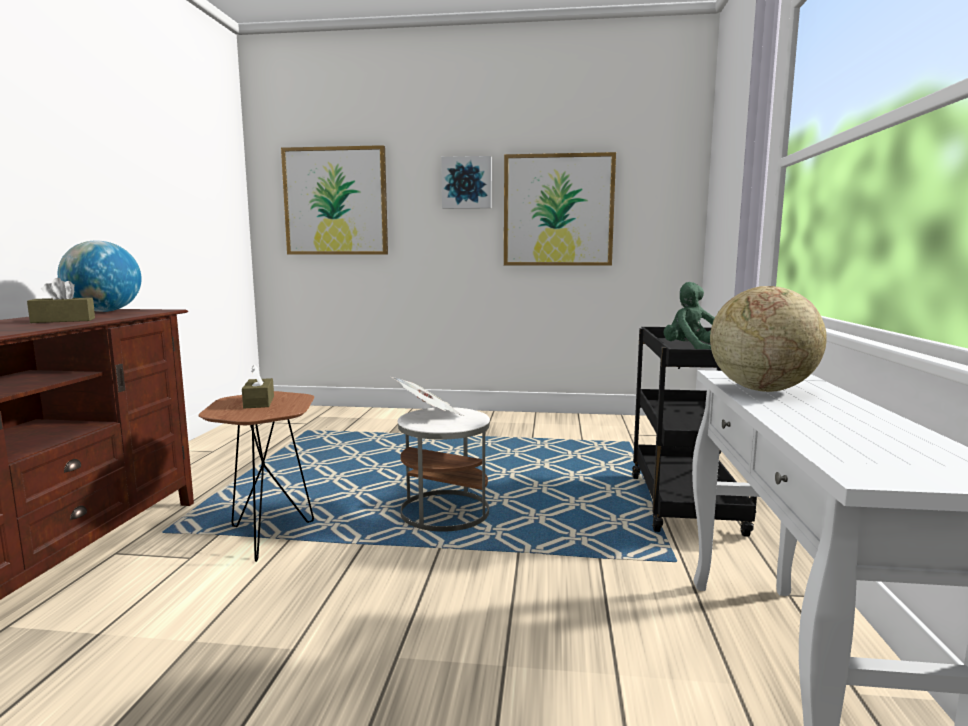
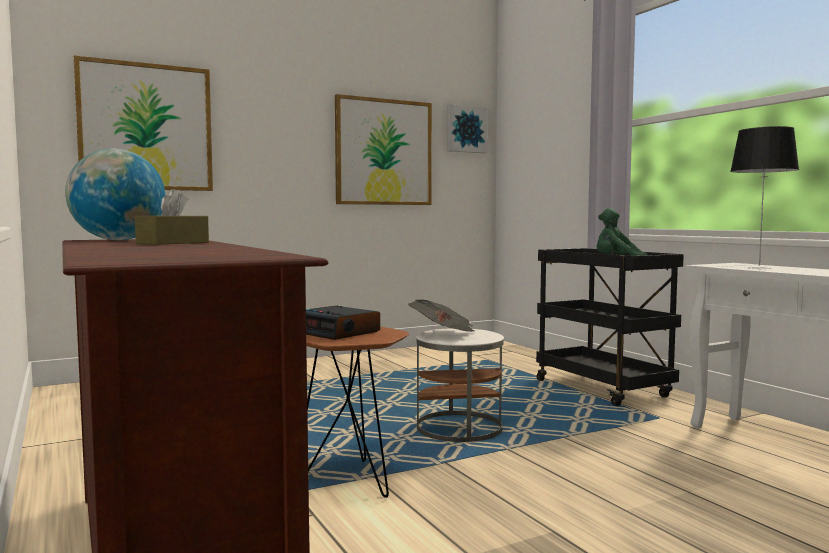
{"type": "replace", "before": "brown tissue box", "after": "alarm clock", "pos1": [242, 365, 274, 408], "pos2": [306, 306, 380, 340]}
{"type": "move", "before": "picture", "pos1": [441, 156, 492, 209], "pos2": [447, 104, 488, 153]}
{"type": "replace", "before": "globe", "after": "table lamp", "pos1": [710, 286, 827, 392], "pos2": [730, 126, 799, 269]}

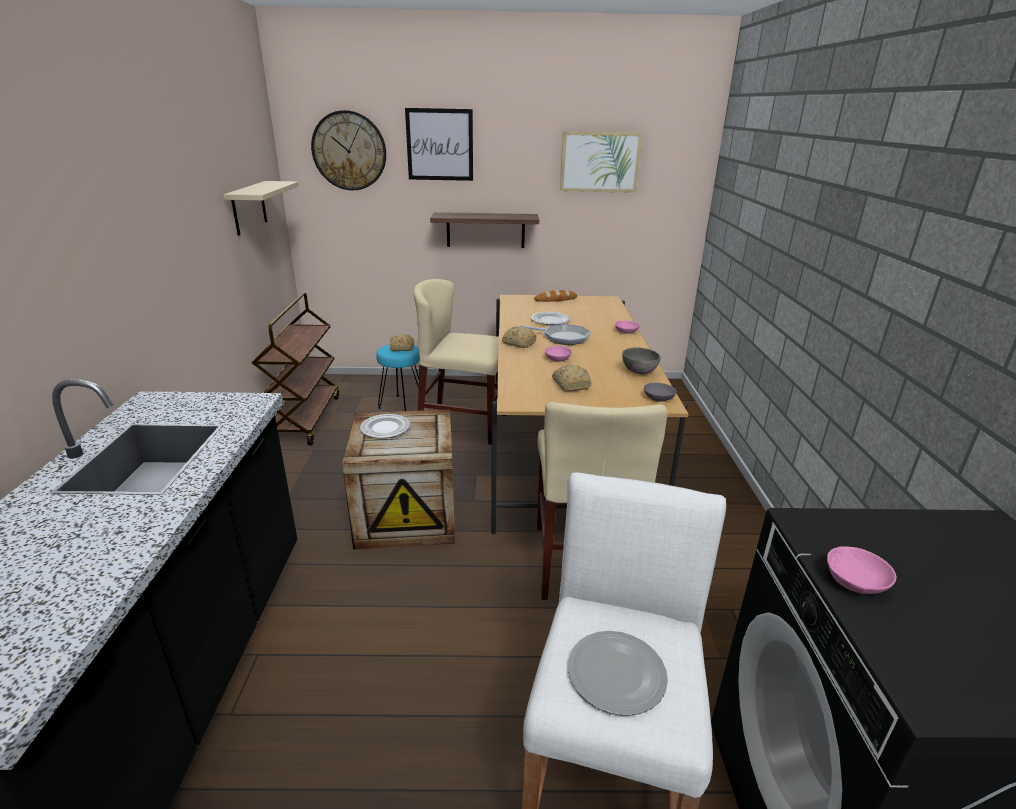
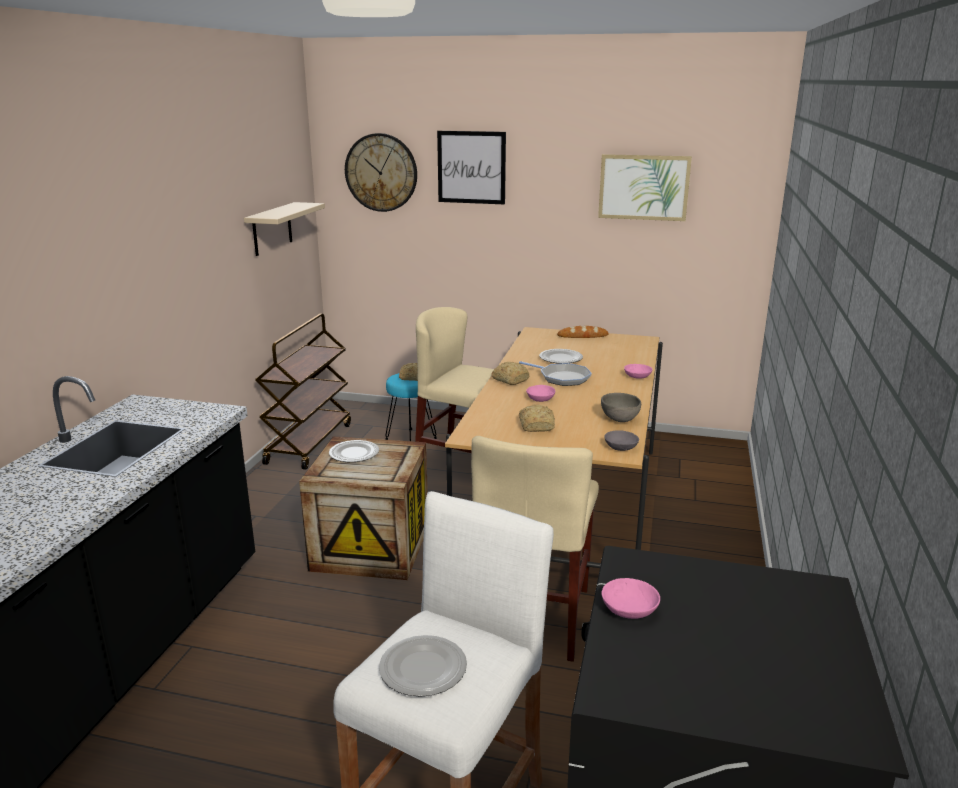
{"type": "delete", "before": "shelf", "pos1": [430, 212, 539, 248]}

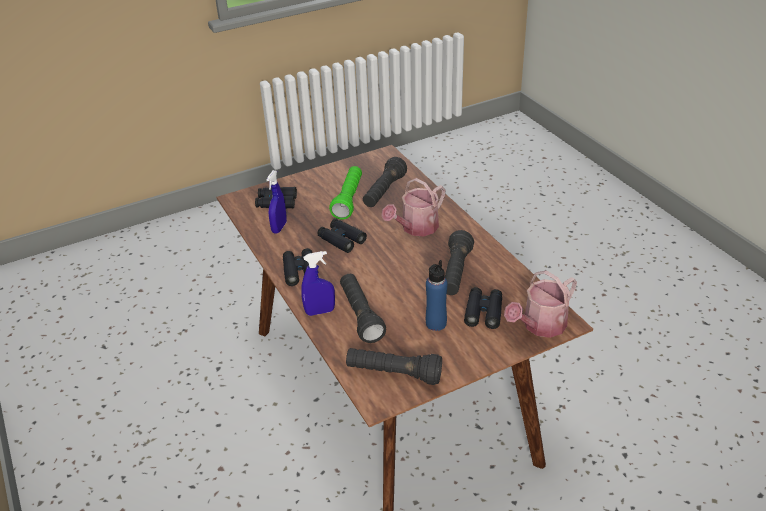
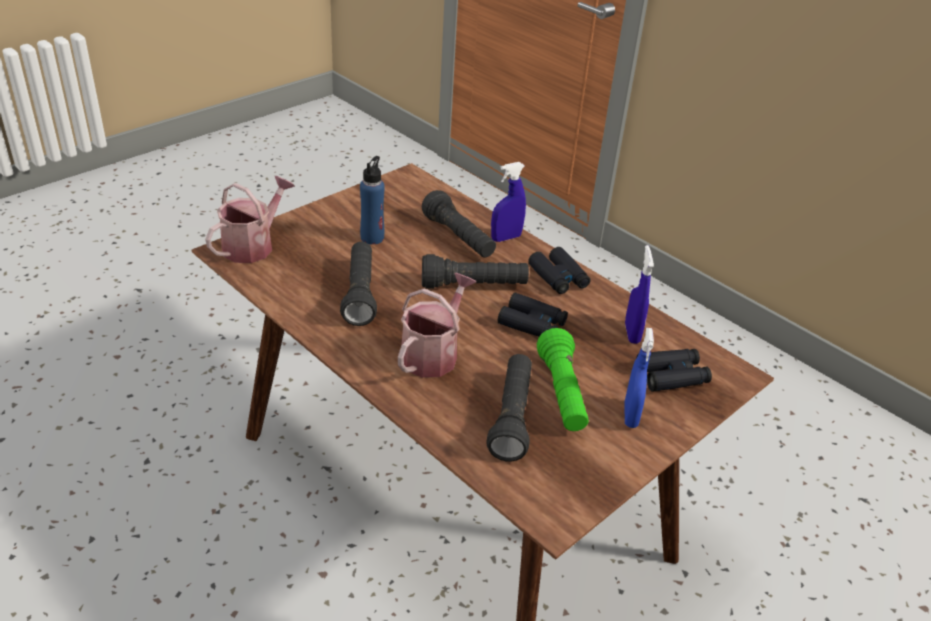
{"type": "move", "before": "black flashlight", "pos1": [346, 348, 442, 385], "pos2": [422, 254, 529, 289]}
{"type": "insert", "after": "blue spray bottle", "pos2": [624, 328, 654, 428]}
{"type": "delete", "before": "black binoculars", "pos1": [464, 287, 502, 329]}

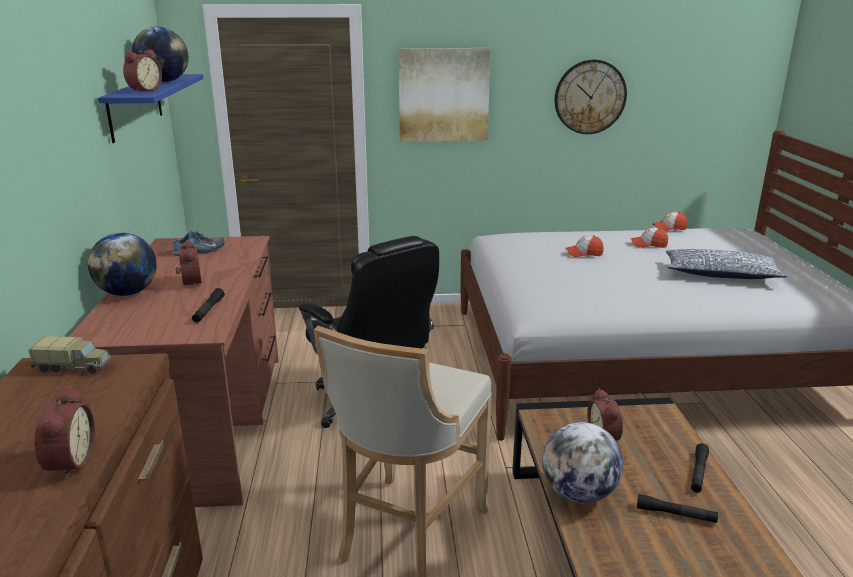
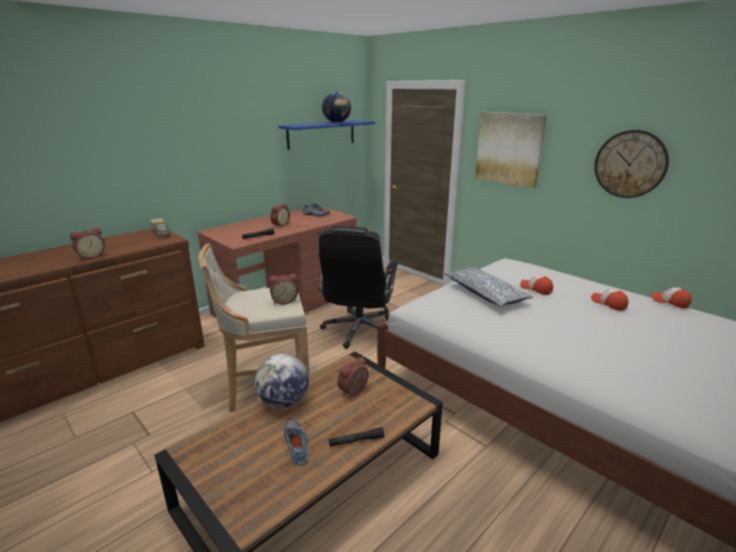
{"type": "move", "before": "alarm clock", "pos1": [123, 50, 162, 92], "pos2": [268, 274, 298, 305]}
{"type": "replace", "before": "black flashlight", "after": "shoe", "pos1": [637, 494, 718, 523], "pos2": [284, 420, 308, 465]}
{"type": "move", "before": "pillow", "pos1": [666, 249, 787, 279], "pos2": [444, 267, 533, 307]}
{"type": "delete", "before": "globe", "pos1": [88, 233, 157, 296]}

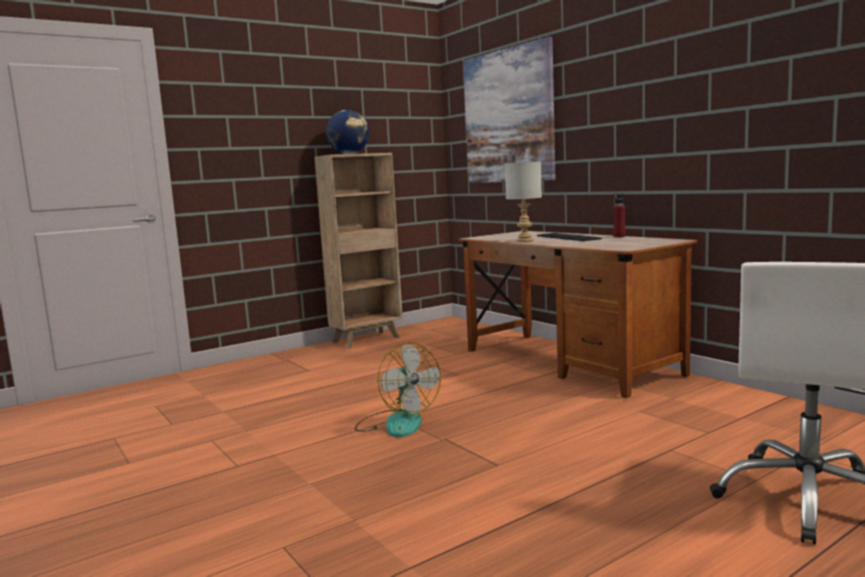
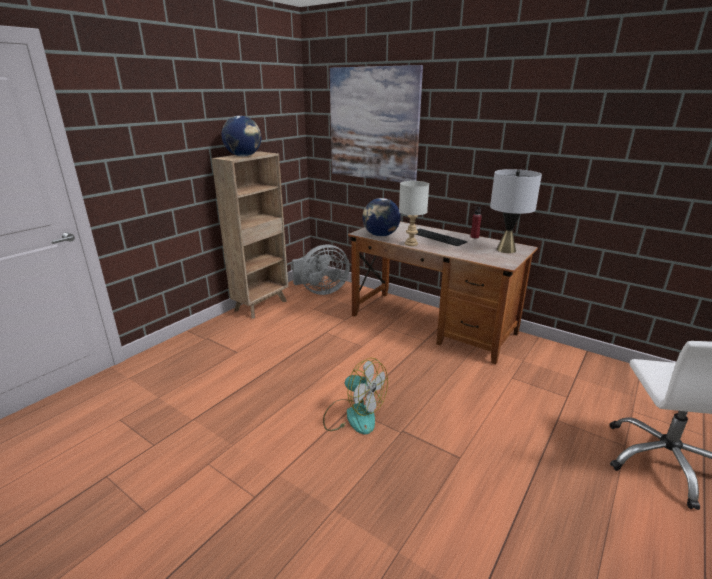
{"type": "insert", "after": "grey fan", "pos2": [292, 244, 350, 295]}
{"type": "insert", "after": "globe", "pos2": [363, 198, 401, 237]}
{"type": "insert", "after": "grey table lamp", "pos2": [490, 169, 542, 253]}

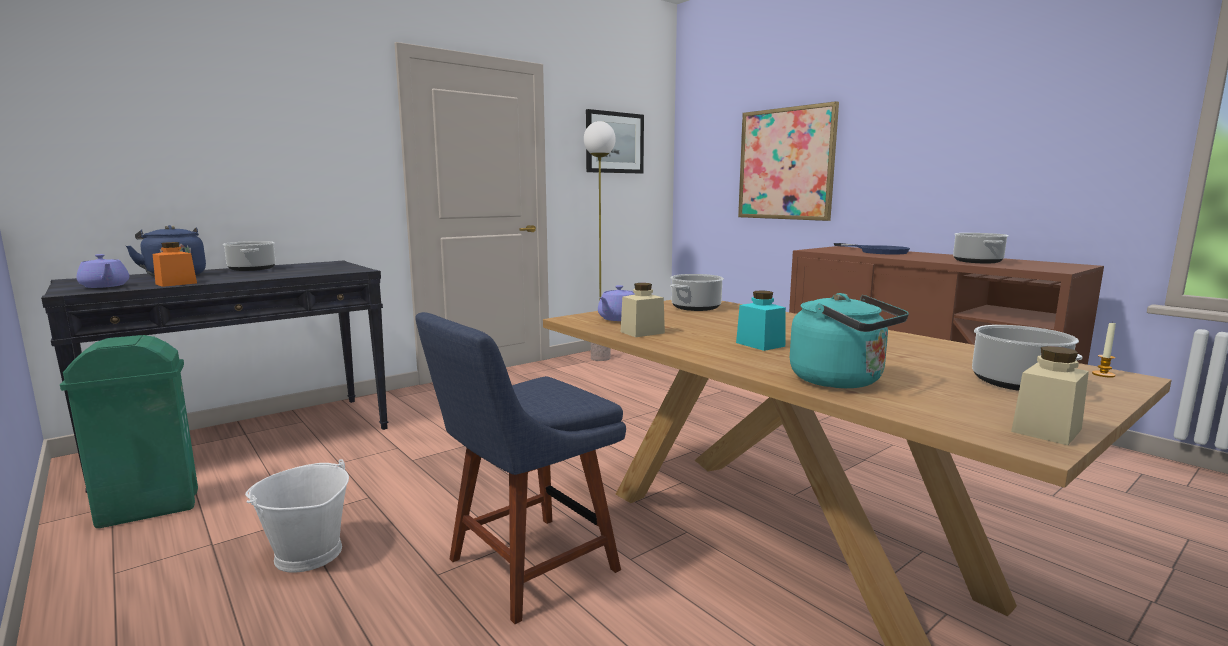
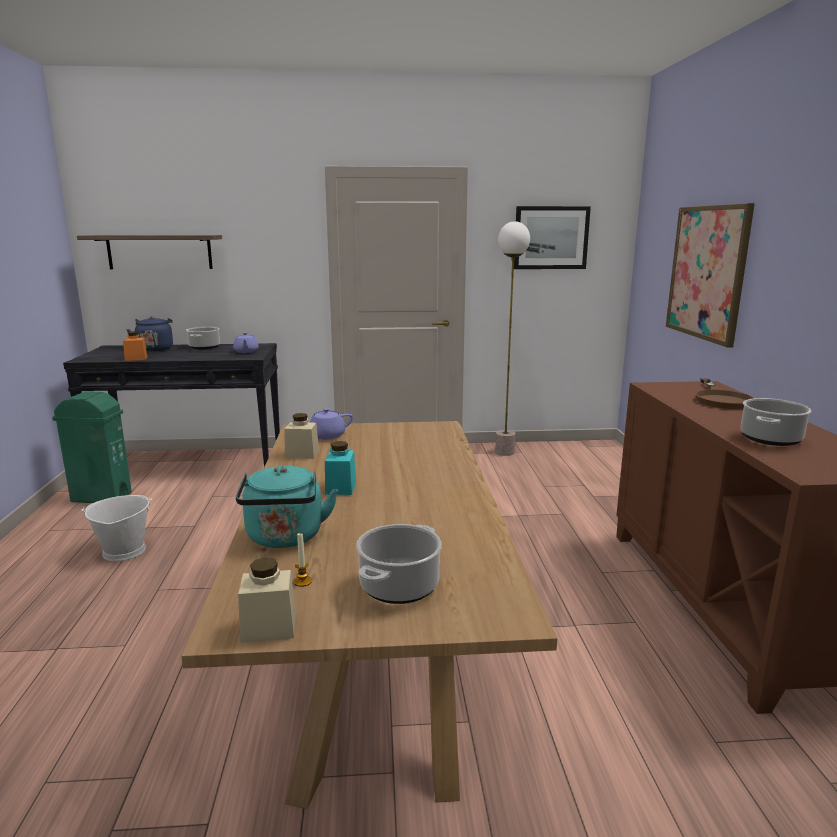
{"type": "insert", "after": "shelf", "pos2": [77, 235, 222, 269]}
{"type": "move", "before": "purple teapot", "pos1": [77, 254, 129, 288], "pos2": [233, 332, 259, 353]}
{"type": "move", "before": "candle", "pos1": [1092, 321, 1116, 378], "pos2": [293, 533, 312, 587]}
{"type": "recolor", "before": "blue frying pan", "after": "brown frying pan", "pos1": [834, 243, 910, 255], "pos2": [695, 378, 754, 409]}
{"type": "delete", "before": "blue chair", "pos1": [415, 312, 626, 624]}
{"type": "delete", "before": "cooking pot", "pos1": [670, 274, 724, 311]}

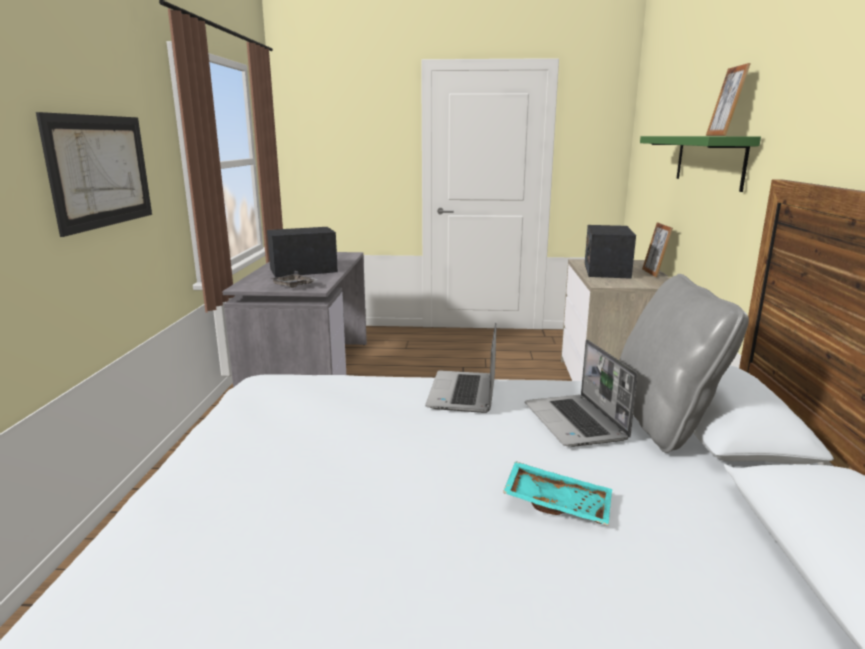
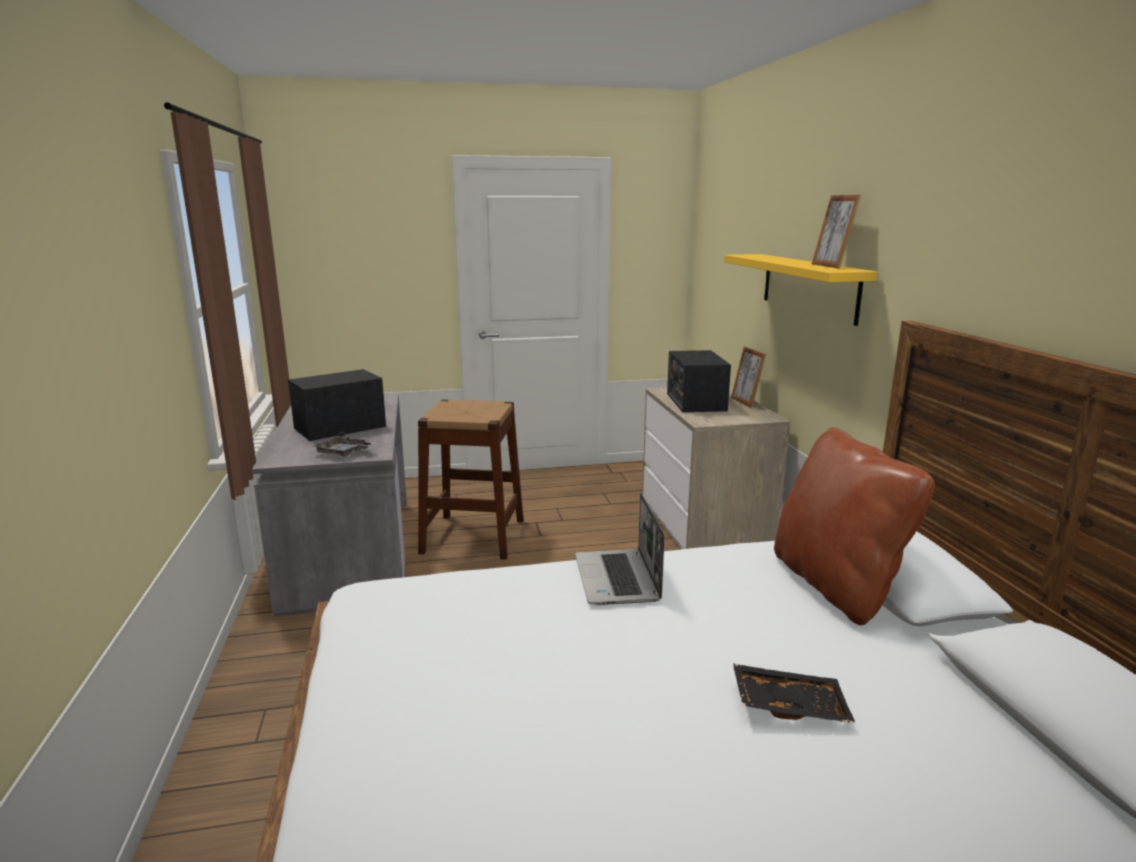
{"type": "insert", "after": "brown stool", "pos2": [418, 399, 524, 560]}
{"type": "recolor", "before": "green shelf", "after": "yellow shelf", "pos1": [640, 136, 761, 192], "pos2": [724, 254, 877, 326]}
{"type": "recolor", "before": "turquoise tray", "after": "black tray", "pos1": [503, 461, 612, 526], "pos2": [733, 664, 856, 724]}
{"type": "recolor", "before": "grey pillow", "after": "brown pillow", "pos1": [619, 274, 749, 453], "pos2": [774, 427, 935, 625]}
{"type": "delete", "before": "picture", "pos1": [36, 112, 152, 237]}
{"type": "delete", "before": "laptop", "pos1": [525, 339, 638, 447]}

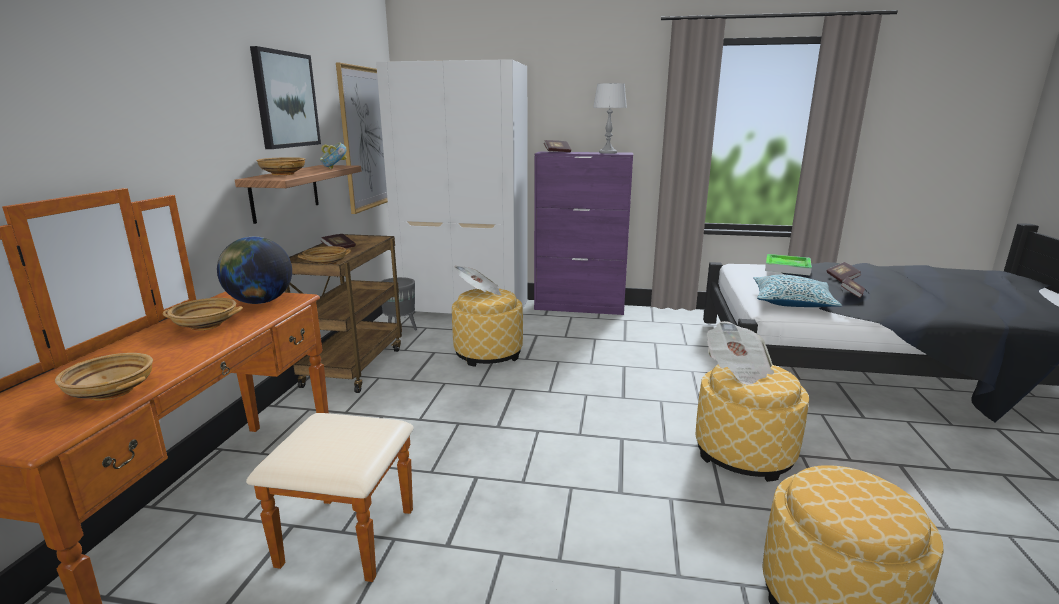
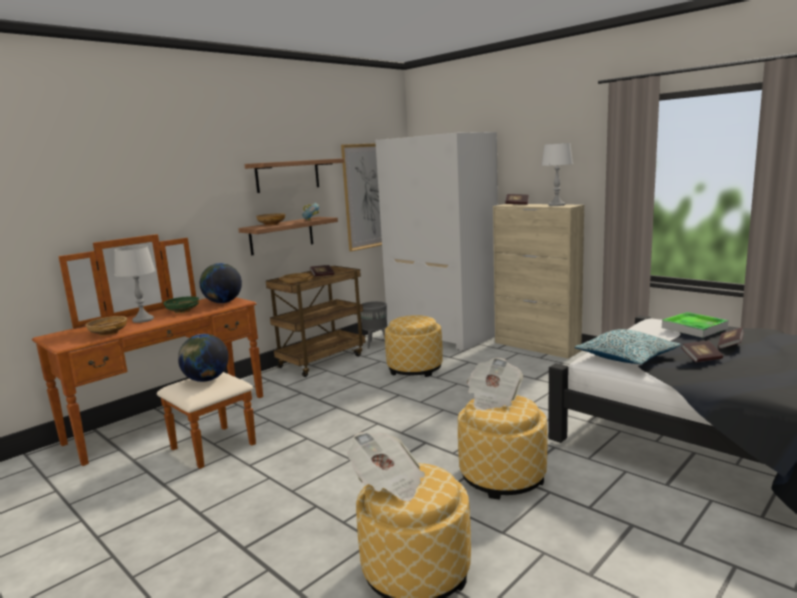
{"type": "insert", "after": "grey table lamp", "pos2": [114, 246, 156, 323]}
{"type": "recolor", "before": "beige bowl", "after": "green bowl", "pos1": [162, 298, 243, 331], "pos2": [163, 296, 199, 313]}
{"type": "insert", "after": "globe", "pos2": [178, 334, 229, 382]}
{"type": "replace", "before": "picture", "after": "shelf", "pos1": [250, 46, 321, 149], "pos2": [245, 158, 344, 193]}
{"type": "move", "before": "newspaper", "pos1": [455, 266, 502, 296], "pos2": [347, 432, 425, 502]}
{"type": "recolor", "before": "purple cabinet", "after": "beige cabinet", "pos1": [534, 152, 633, 315], "pos2": [493, 204, 584, 359]}

